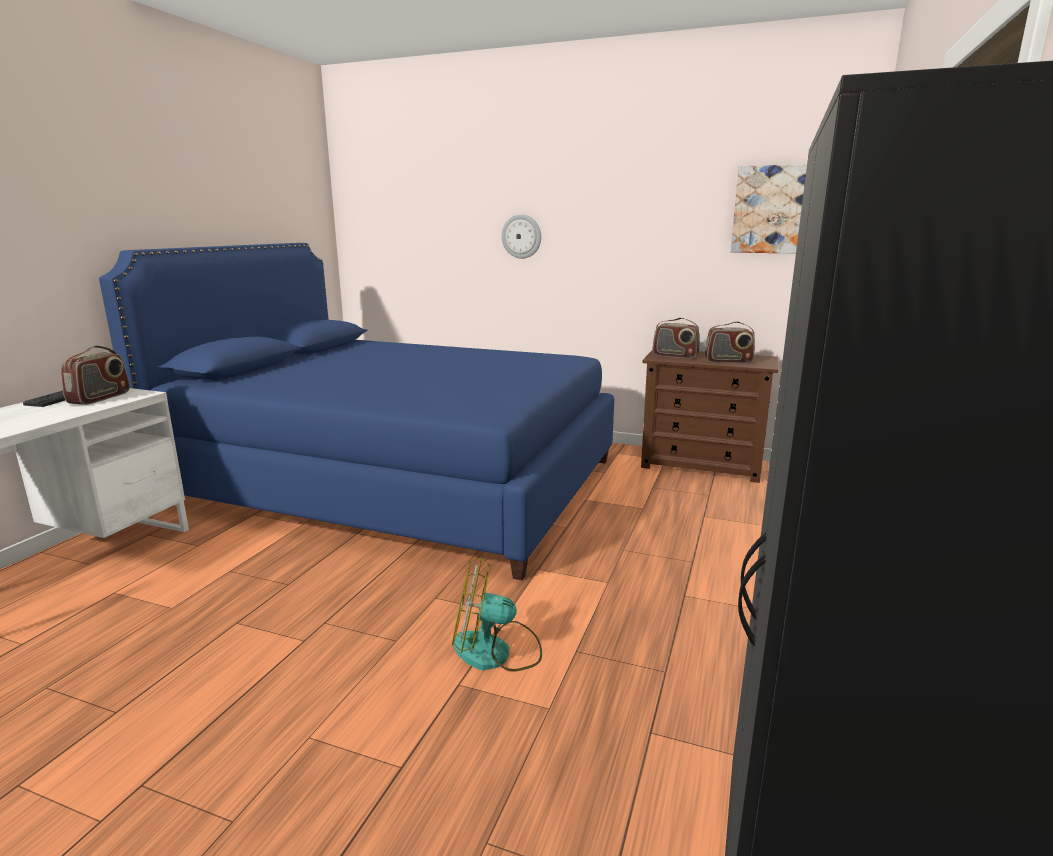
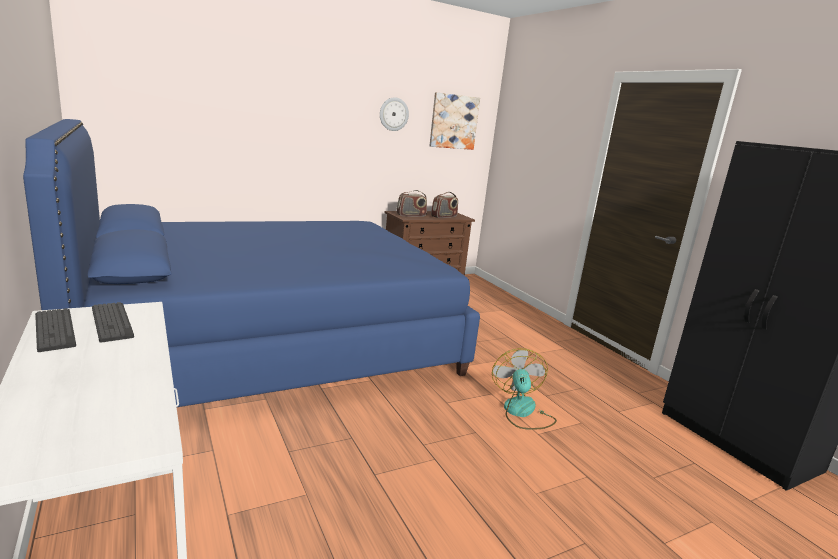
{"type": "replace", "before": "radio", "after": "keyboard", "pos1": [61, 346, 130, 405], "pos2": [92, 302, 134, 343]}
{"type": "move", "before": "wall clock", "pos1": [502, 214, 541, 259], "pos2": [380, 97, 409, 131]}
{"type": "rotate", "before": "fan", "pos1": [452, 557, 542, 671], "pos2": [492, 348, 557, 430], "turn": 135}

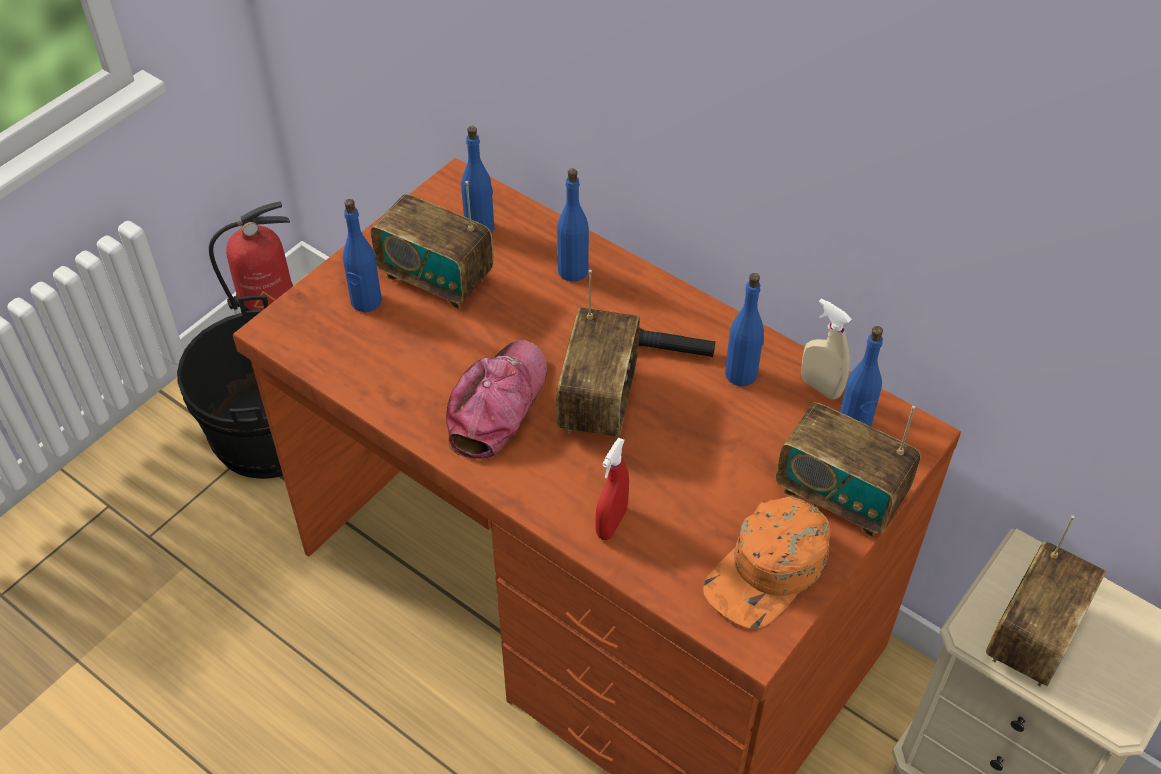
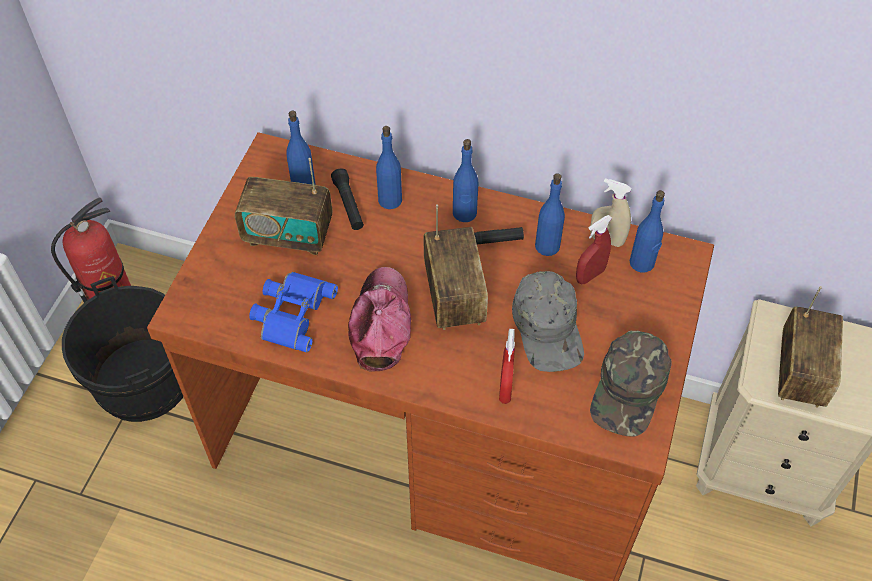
{"type": "insert", "after": "blue binoculars", "pos2": [249, 272, 338, 352]}
{"type": "insert", "after": "black flashlight", "pos2": [331, 168, 364, 230]}
{"type": "move", "before": "blue bottle", "pos1": [343, 199, 382, 312], "pos2": [453, 139, 478, 222]}
{"type": "insert", "after": "grey cap", "pos2": [512, 271, 584, 372]}
{"type": "insert", "after": "red spray bottle", "pos2": [576, 215, 612, 284]}
{"type": "recolor", "before": "orange cap", "after": "green cap", "pos1": [704, 496, 831, 629], "pos2": [590, 331, 672, 437]}
{"type": "delete", "before": "radio", "pos1": [776, 402, 921, 537]}

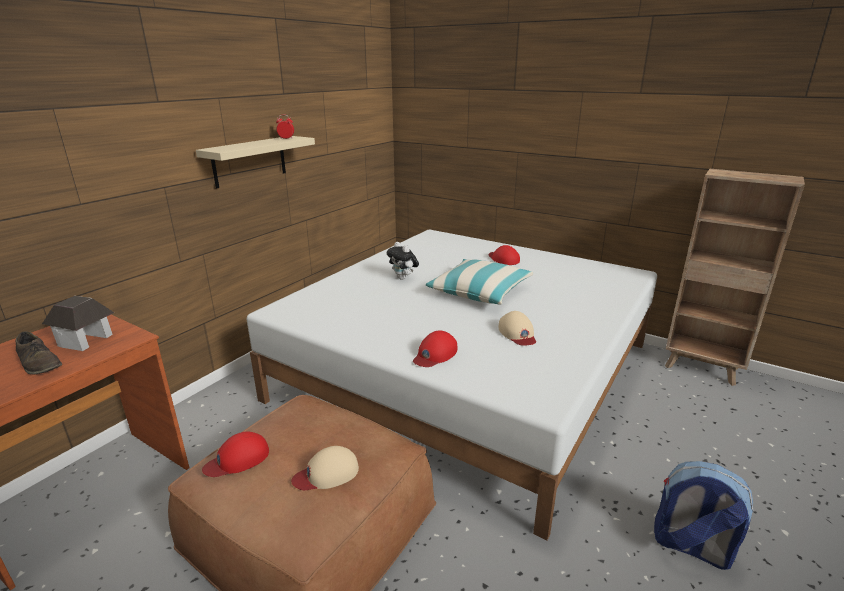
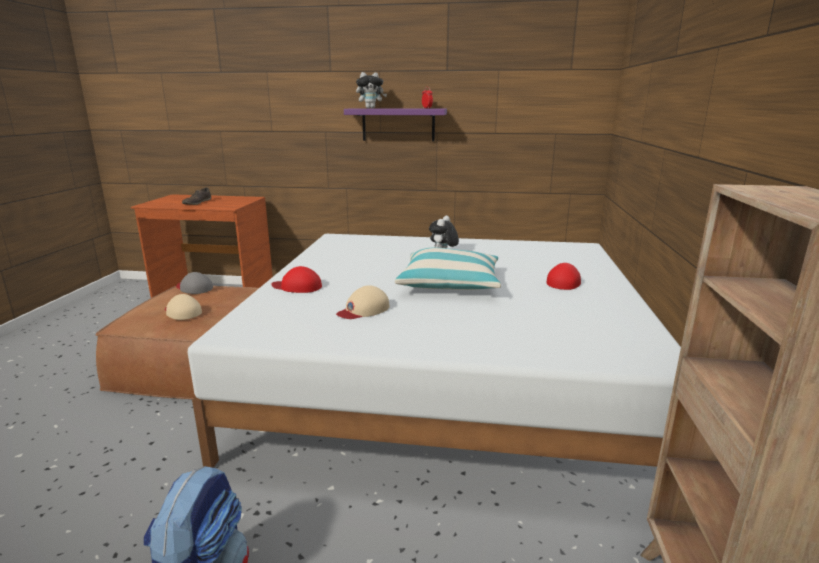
{"type": "recolor", "before": "red cap", "after": "grey cap", "pos1": [202, 432, 269, 477], "pos2": [176, 272, 213, 294]}
{"type": "recolor", "before": "beige shelf", "after": "purple shelf", "pos1": [196, 136, 315, 189], "pos2": [344, 108, 447, 141]}
{"type": "insert", "after": "plush toy", "pos2": [356, 72, 387, 108]}
{"type": "delete", "before": "toy house", "pos1": [42, 296, 114, 351]}

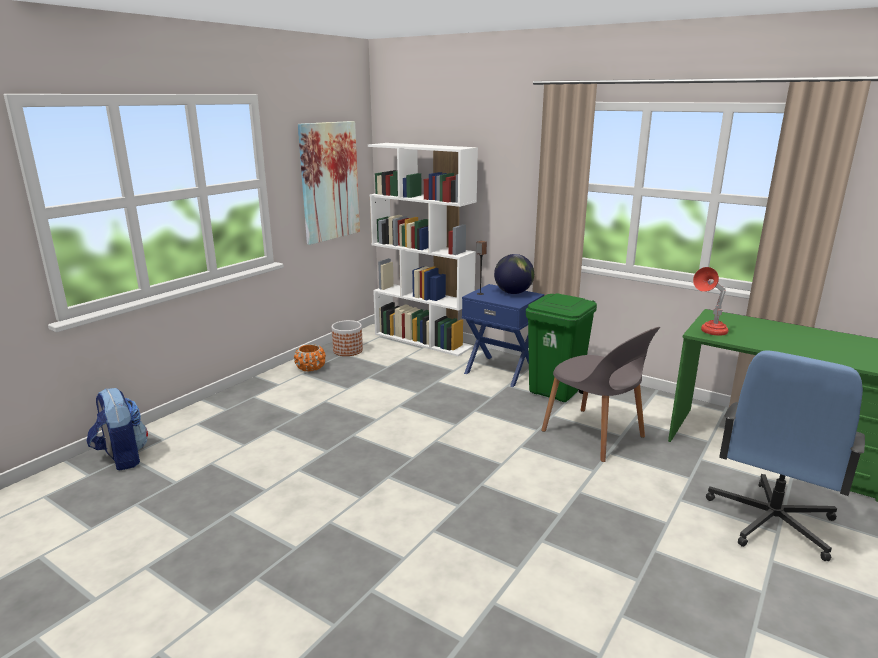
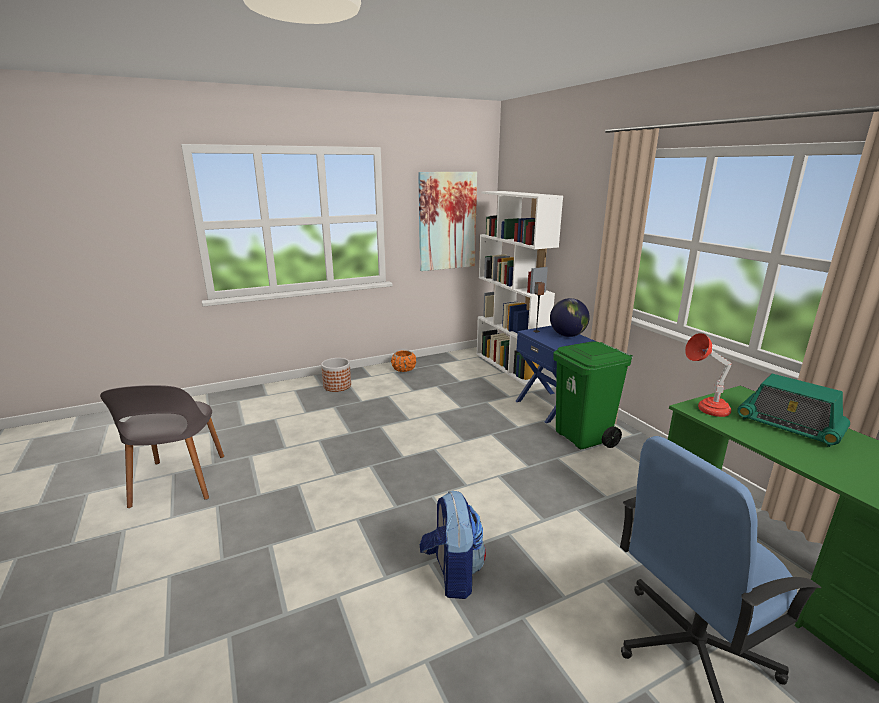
{"type": "move", "before": "grey chair", "pos1": [541, 327, 660, 462], "pos2": [100, 385, 224, 508]}
{"type": "move", "before": "planter", "pos1": [331, 320, 363, 356], "pos2": [321, 358, 351, 392]}
{"type": "move", "before": "backpack", "pos1": [87, 388, 148, 470], "pos2": [420, 491, 486, 599]}
{"type": "insert", "after": "radio", "pos2": [737, 374, 850, 447]}

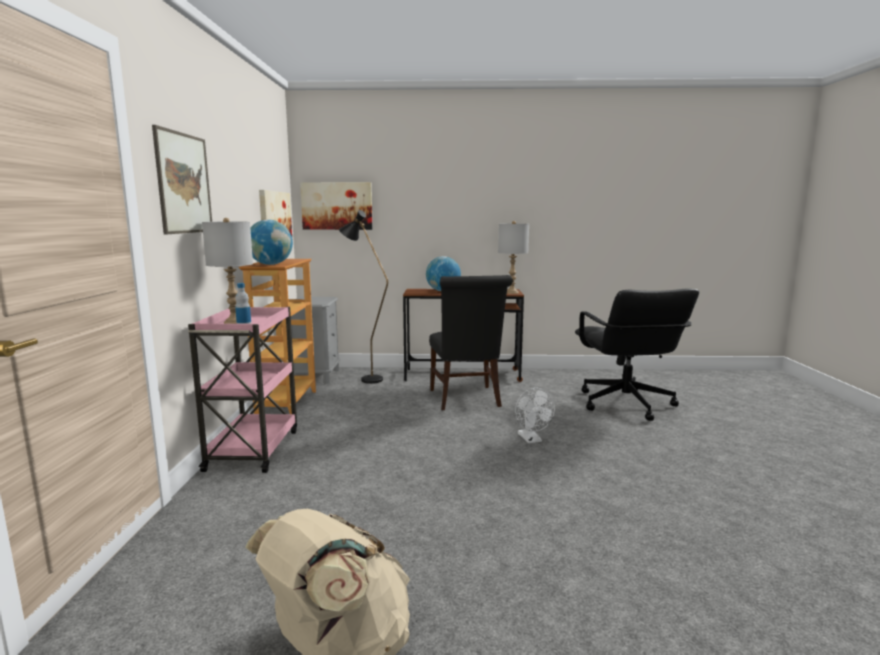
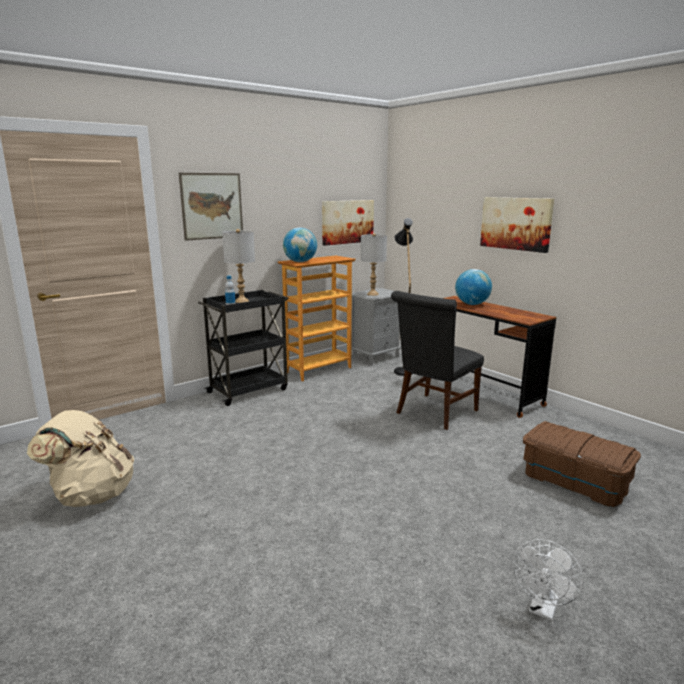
{"type": "recolor", "before": "pink cart", "after": "black cart", "pos1": [188, 307, 297, 473], "pos2": [198, 290, 289, 406]}
{"type": "move", "before": "grey table lamp", "pos1": [498, 221, 529, 294], "pos2": [361, 233, 387, 296]}
{"type": "move", "before": "picture", "pos1": [300, 182, 373, 230], "pos2": [480, 197, 554, 253]}
{"type": "move", "before": "white fan", "pos1": [515, 388, 555, 443], "pos2": [513, 539, 584, 621]}
{"type": "replace", "before": "black office chair", "after": "brown storage box", "pos1": [575, 288, 699, 421], "pos2": [523, 421, 641, 507]}

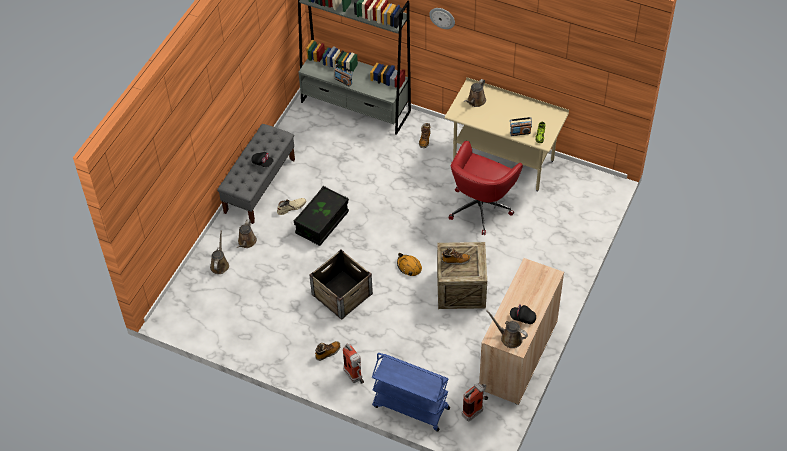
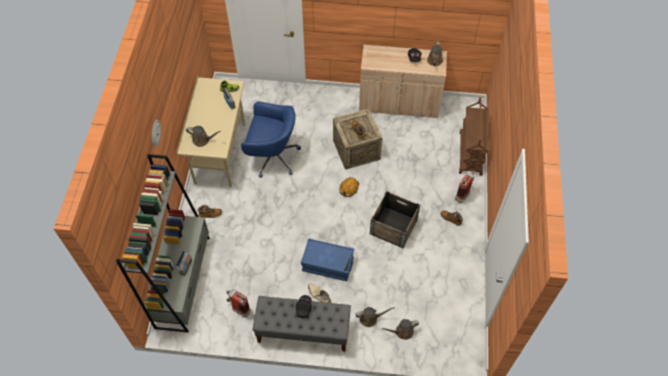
{"type": "move", "before": "fire extinguisher", "pos1": [462, 383, 488, 422], "pos2": [226, 289, 251, 318]}
{"type": "recolor", "before": "red office chair", "after": "blue office chair", "pos1": [448, 141, 523, 235], "pos2": [241, 102, 301, 178]}
{"type": "recolor", "before": "black storage box", "after": "blue storage box", "pos1": [294, 186, 349, 246], "pos2": [301, 238, 354, 281]}
{"type": "recolor", "before": "blue cart", "after": "brown cart", "pos1": [372, 353, 450, 431], "pos2": [459, 97, 489, 176]}

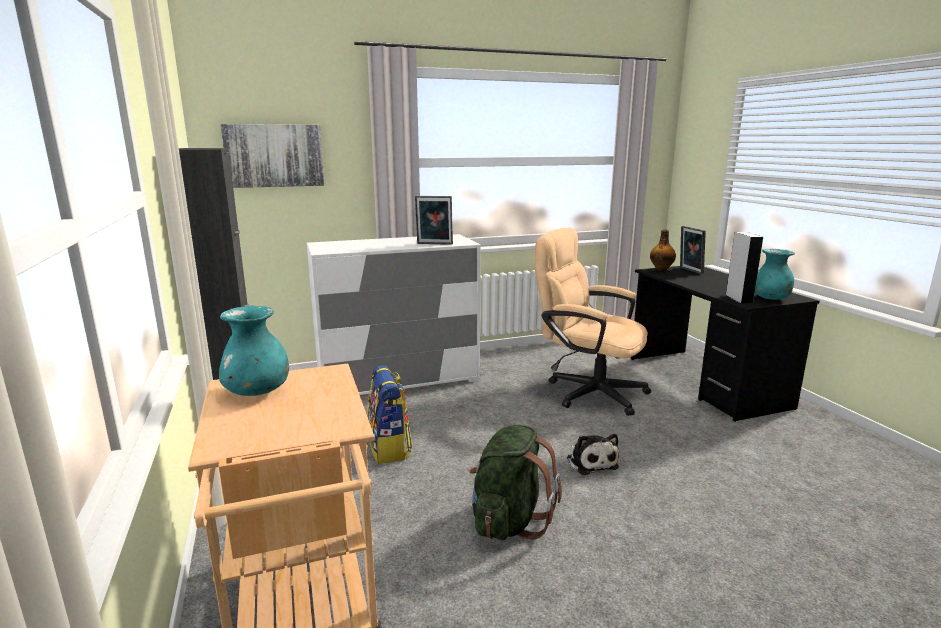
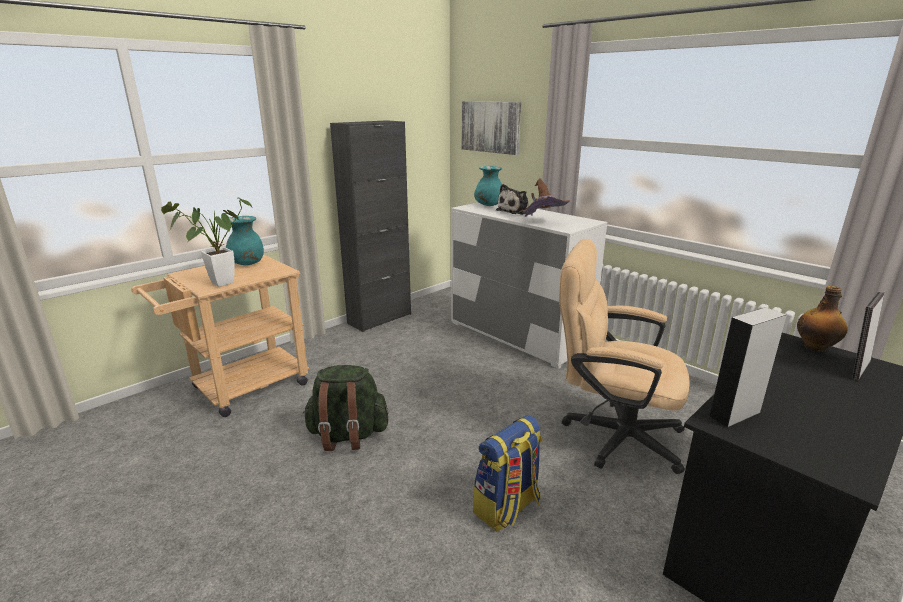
{"type": "insert", "after": "potted plant", "pos2": [161, 197, 252, 287]}
{"type": "move", "before": "backpack", "pos1": [367, 366, 413, 464], "pos2": [473, 415, 542, 531]}
{"type": "move", "before": "turquoise vase", "pos1": [755, 249, 795, 300], "pos2": [474, 166, 502, 206]}
{"type": "move", "before": "plush toy", "pos1": [567, 434, 619, 475], "pos2": [496, 184, 528, 215]}
{"type": "replace", "before": "picture frame", "after": "brown hat", "pos1": [415, 196, 453, 245], "pos2": [519, 178, 570, 217]}
{"type": "rotate", "before": "beige office chair", "pos1": [534, 227, 651, 416], "pos2": [559, 239, 690, 474], "turn": -75}

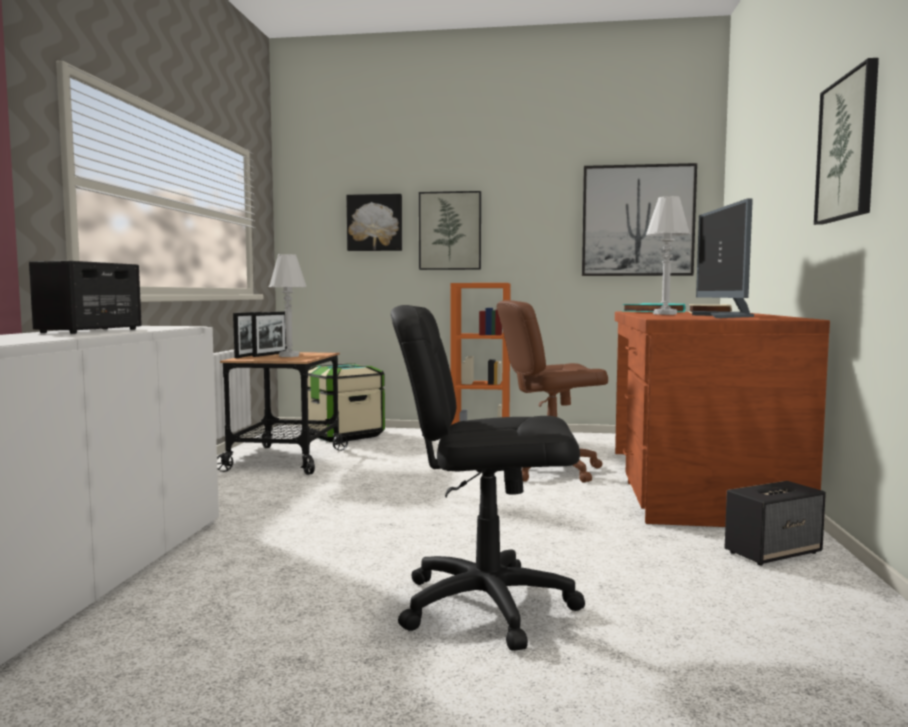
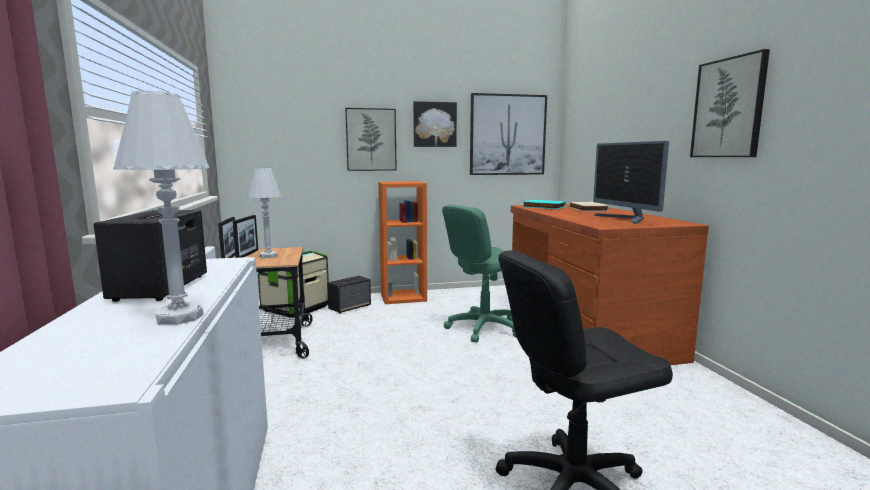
{"type": "move", "before": "white table lamp", "pos1": [646, 196, 690, 315], "pos2": [113, 91, 210, 325]}
{"type": "move", "before": "speaker", "pos1": [725, 481, 826, 565], "pos2": [327, 276, 371, 314]}
{"type": "move", "before": "picture", "pos1": [346, 194, 402, 251], "pos2": [413, 101, 457, 147]}
{"type": "recolor", "before": "brown office chair", "after": "green office chair", "pos1": [497, 300, 608, 483], "pos2": [442, 205, 526, 342]}

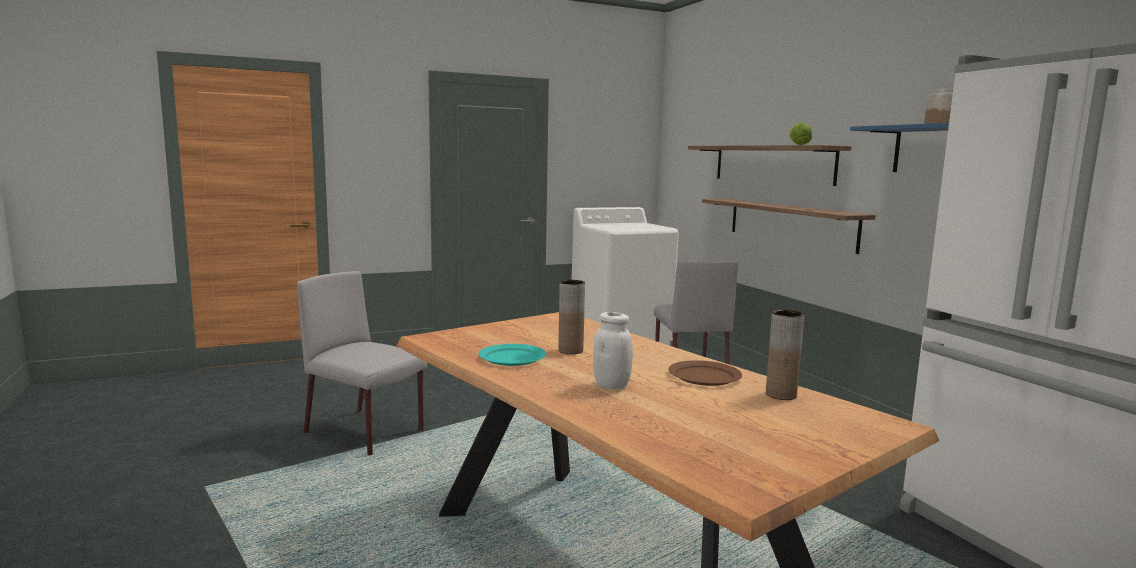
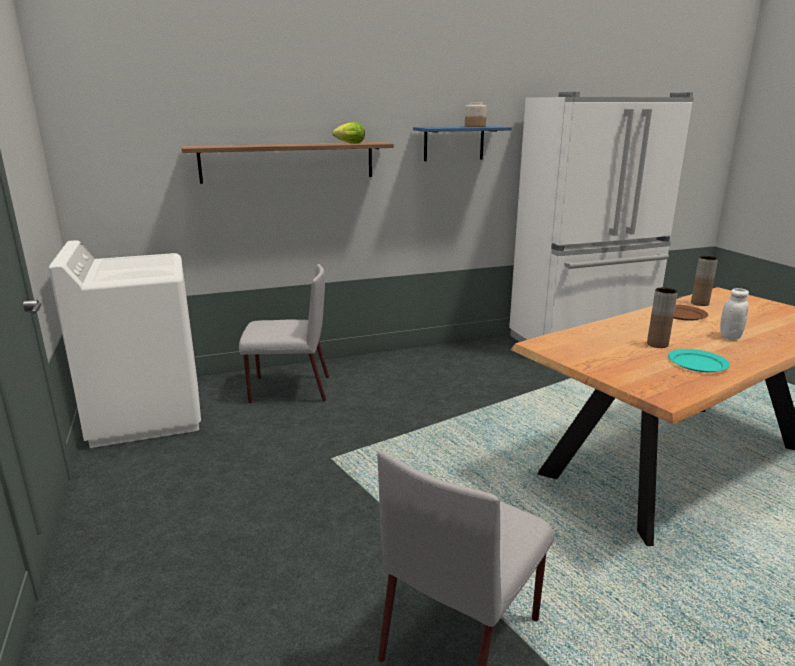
{"type": "delete", "before": "shelf", "pos1": [702, 199, 876, 254]}

